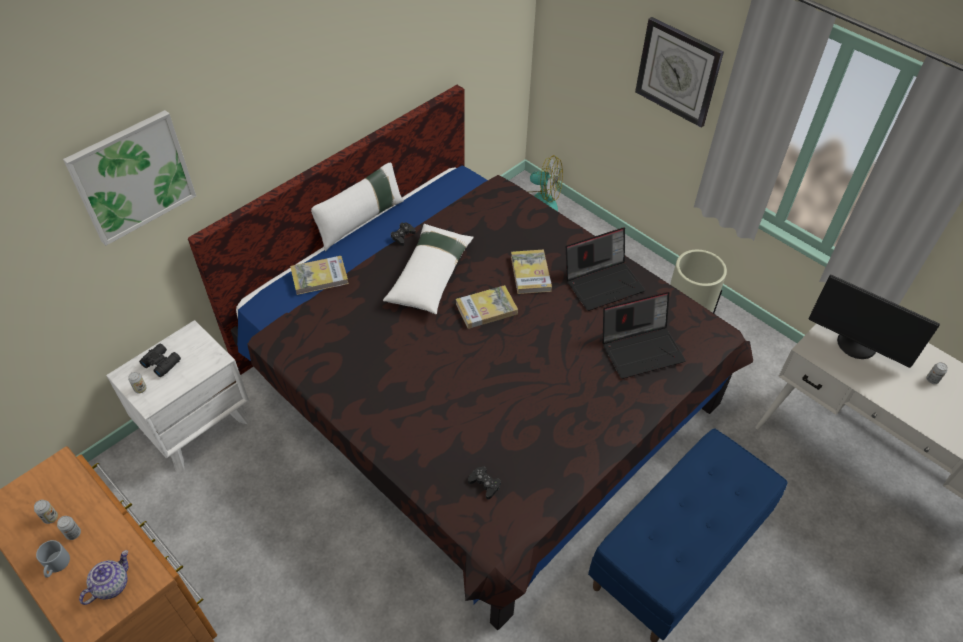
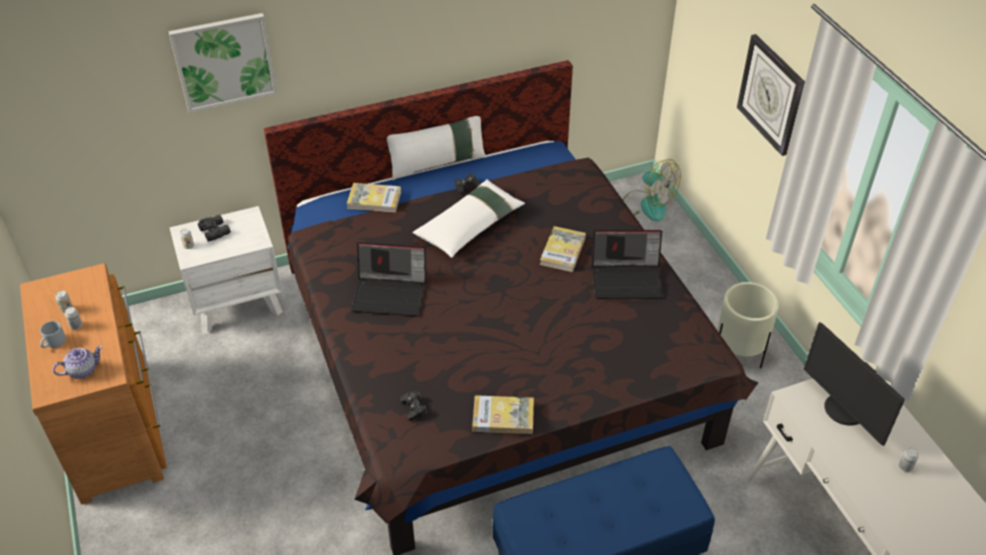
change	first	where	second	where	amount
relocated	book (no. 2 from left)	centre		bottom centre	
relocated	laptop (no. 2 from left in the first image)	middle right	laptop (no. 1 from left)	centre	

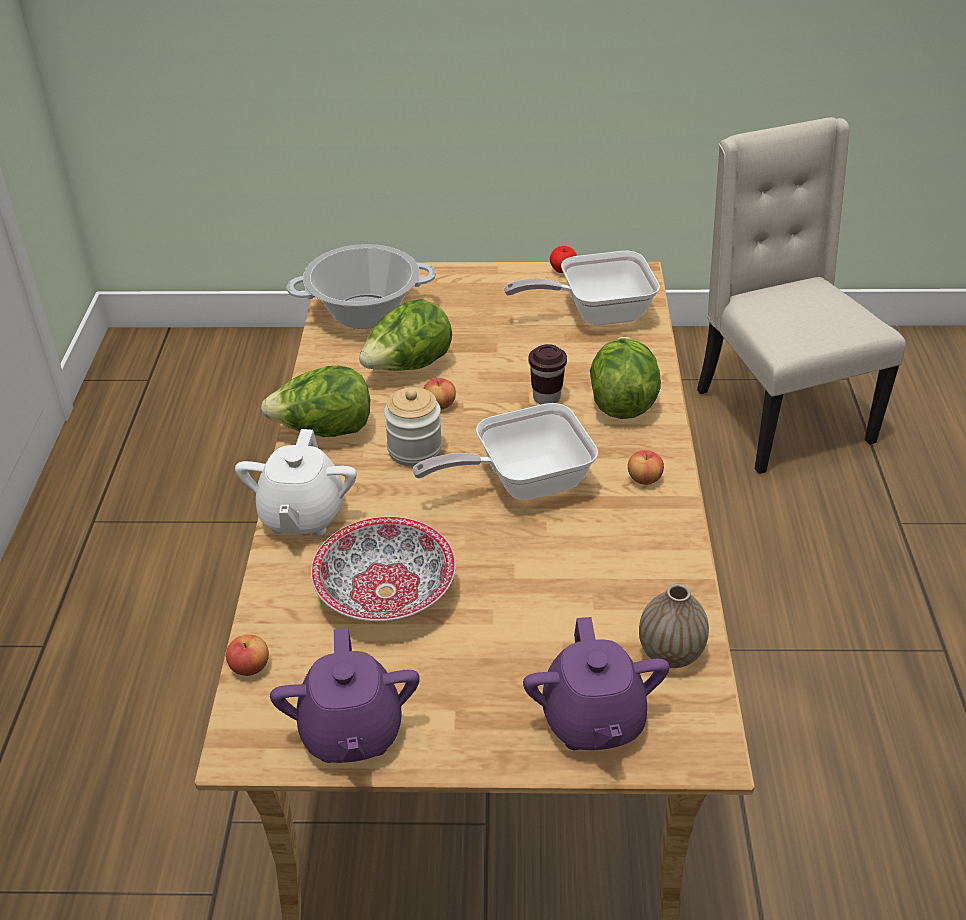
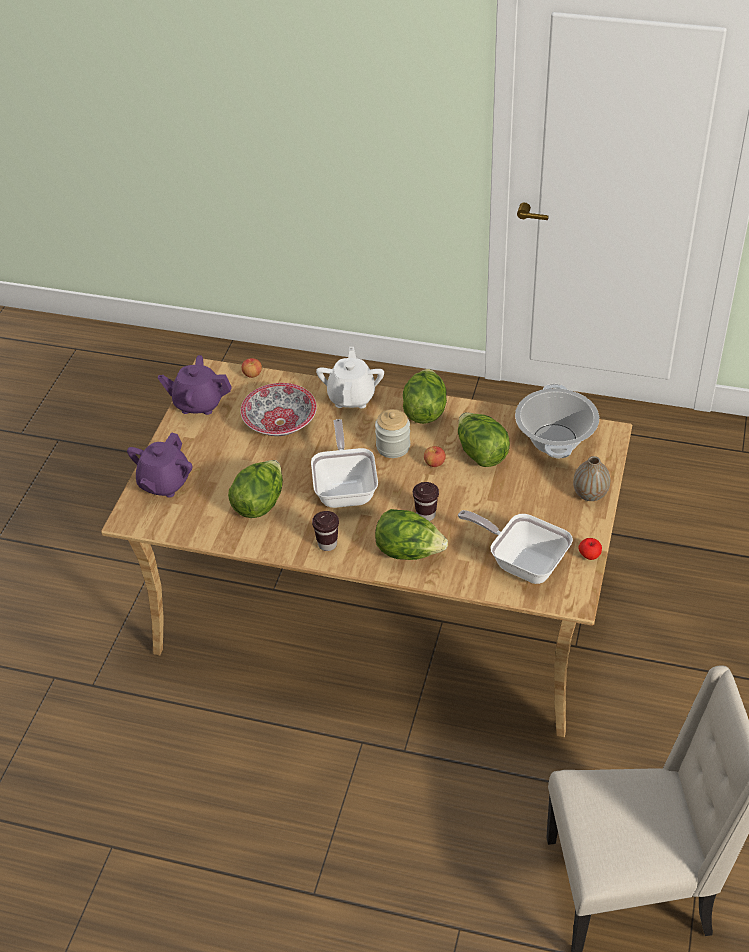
change	first	where	second	where	amount
appeared			lettuce (no. 1 from left)	centre	
relocated	vase	bottom right		middle right	
exchanged	apple (no. 4 from left)	middle right	brown cup (no. 1 from left)	centre	
spun	white teapot	middle left		centre	75 degrees clockwise
spun	frying pan (no. 2 from left)	top centre		middle right	60 degrees counterclockwise
spun	purple teapot (no. 2 from left in the first image)	bottom centre	purple teapot (no. 1 from left)	middle left	75 degrees counterclockwise

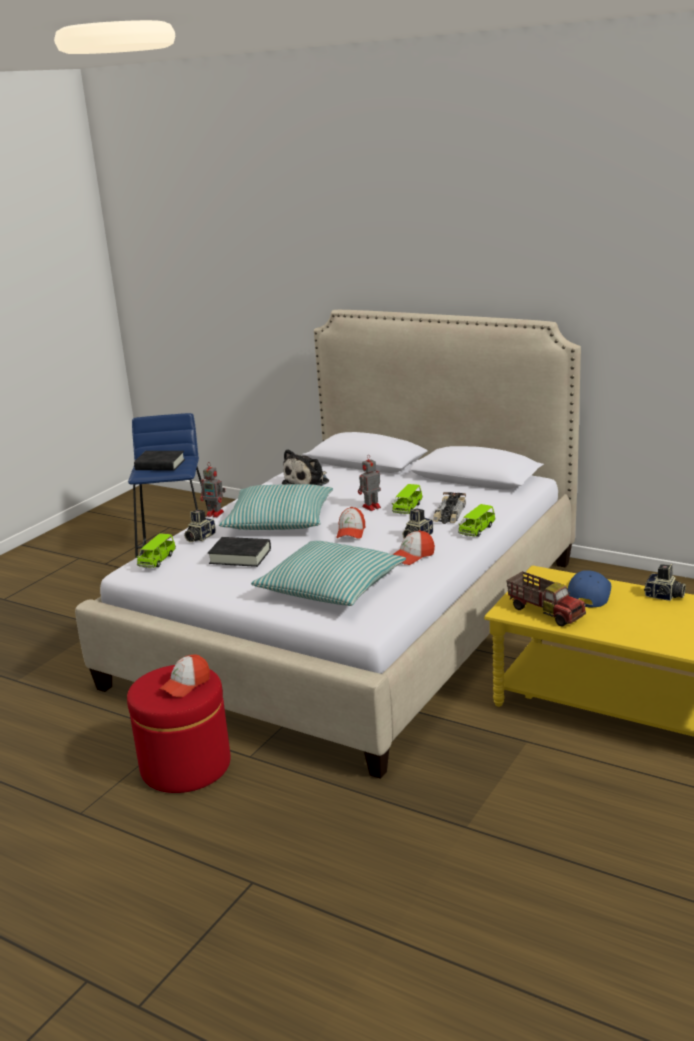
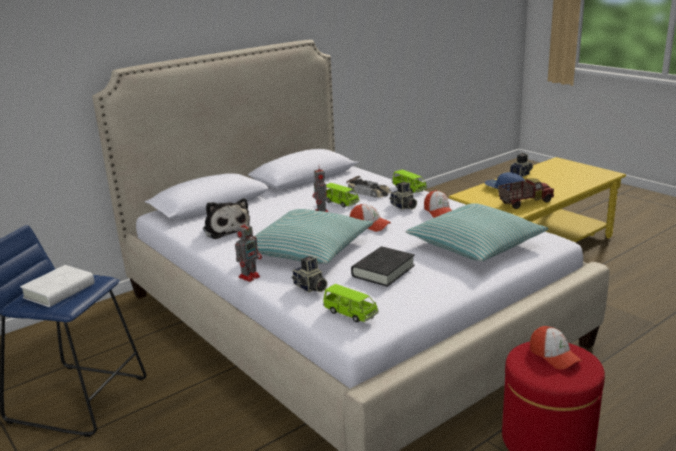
change	first	where	second	where	amount
colour	black book (no. 1 from left)	middle left	white book	middle left	

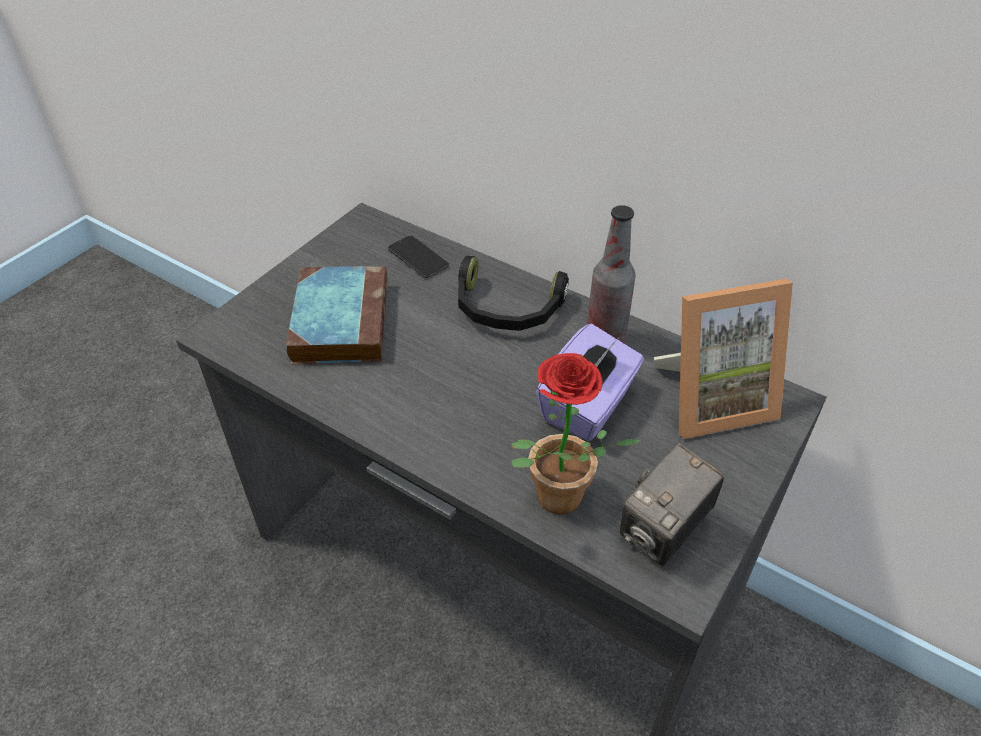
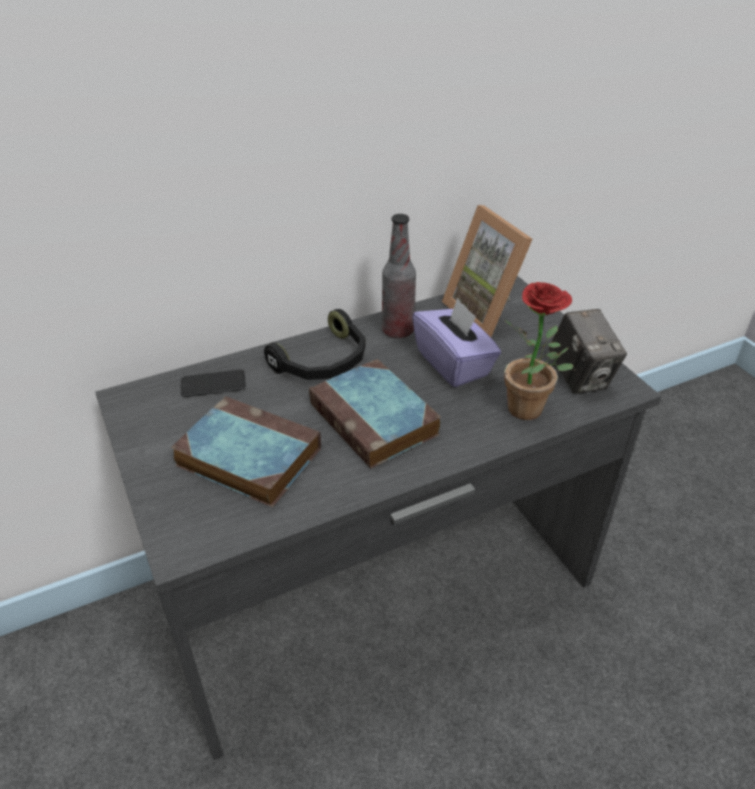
change	first	where	second	where	amount
appeared			book (no. 2 from left)	centre	
spun	picture frame	middle right		centre	135 degrees clockwise

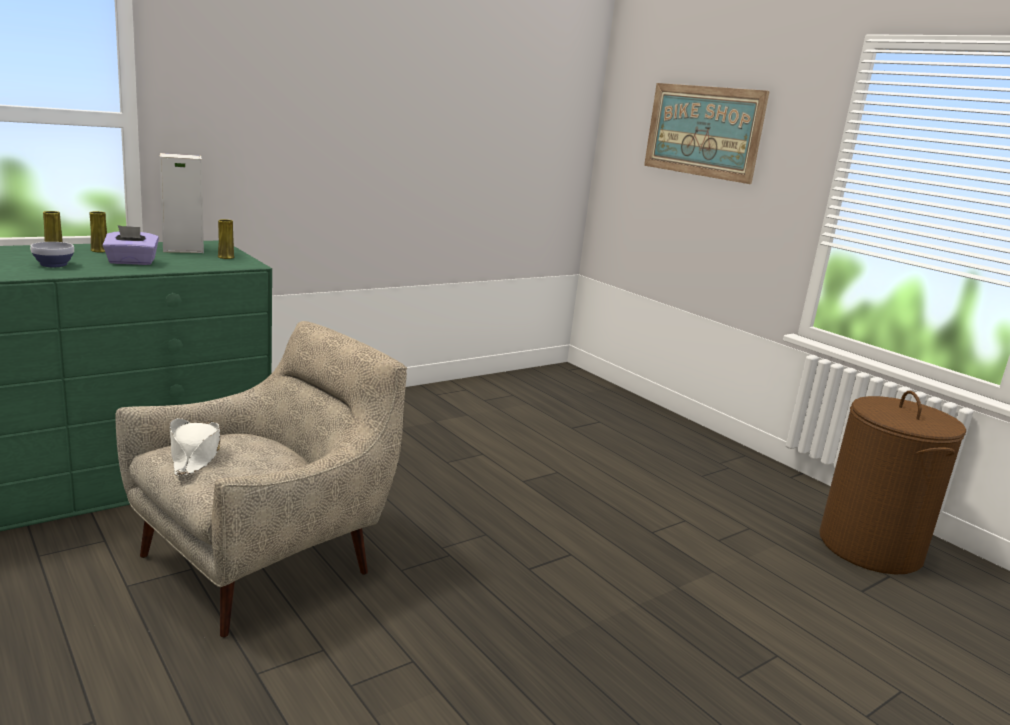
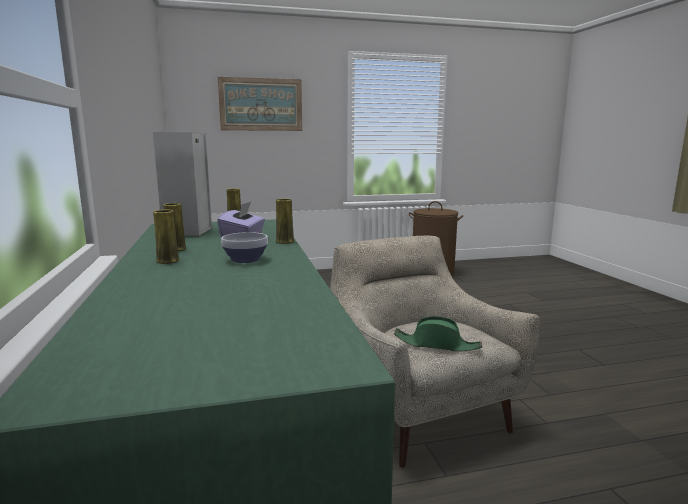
change	first	where	second	where	amount
appeared			yellow vase (no. 4 from left)	centre	
colour	white hat	middle left	green hat	centre	

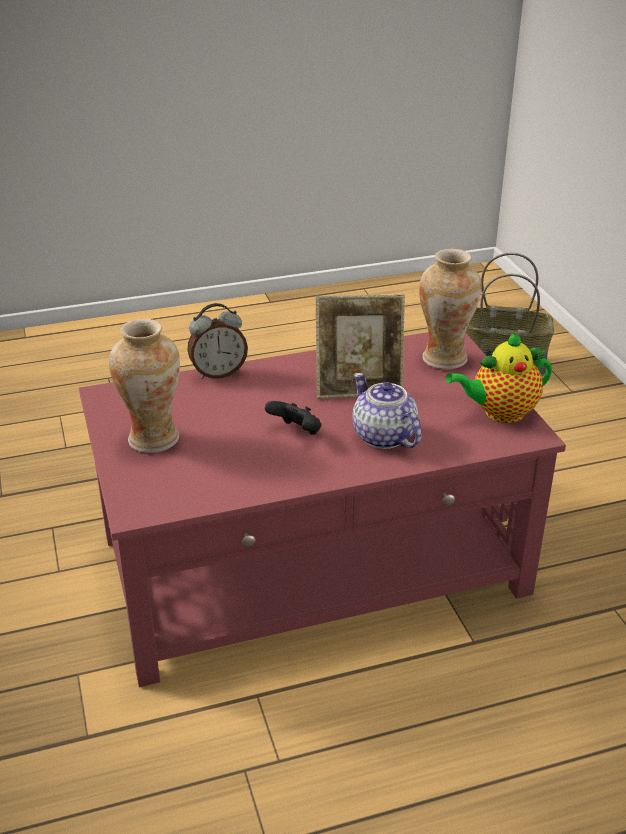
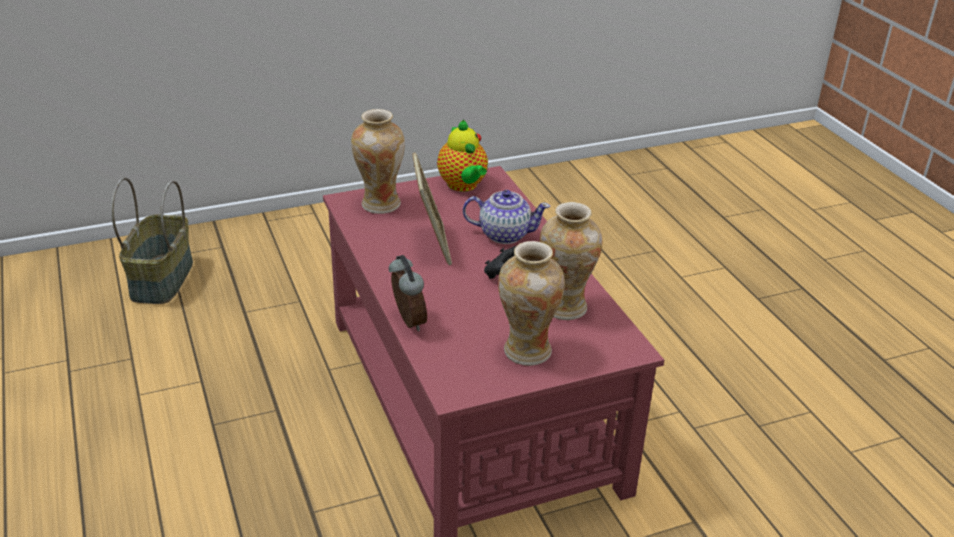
change	first	where	second	where	amount
appeared			vase (no. 3 from left)	centre	
spun	teapot (no. 1 from left in the first image)	centre	teapot (no. 2 from left)	centre	135 degrees counterclockwise

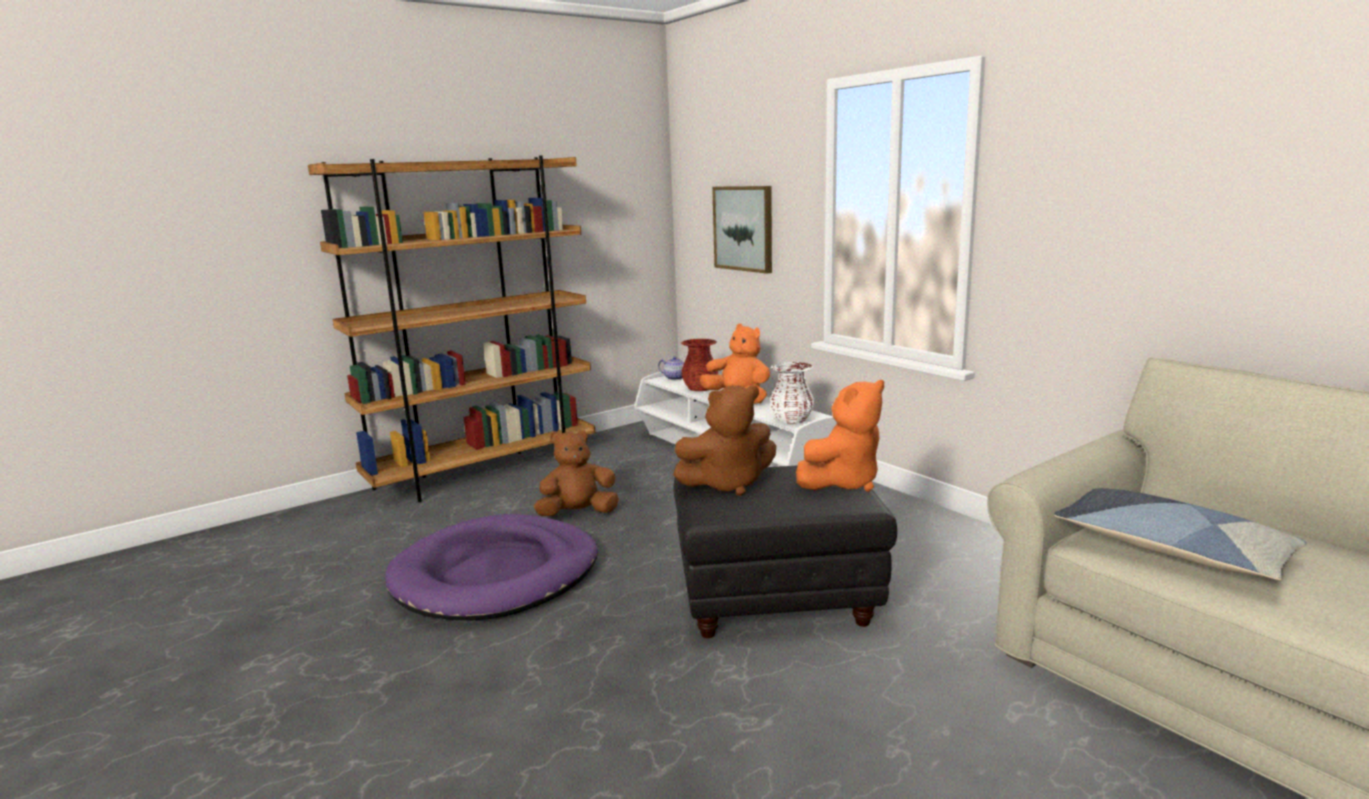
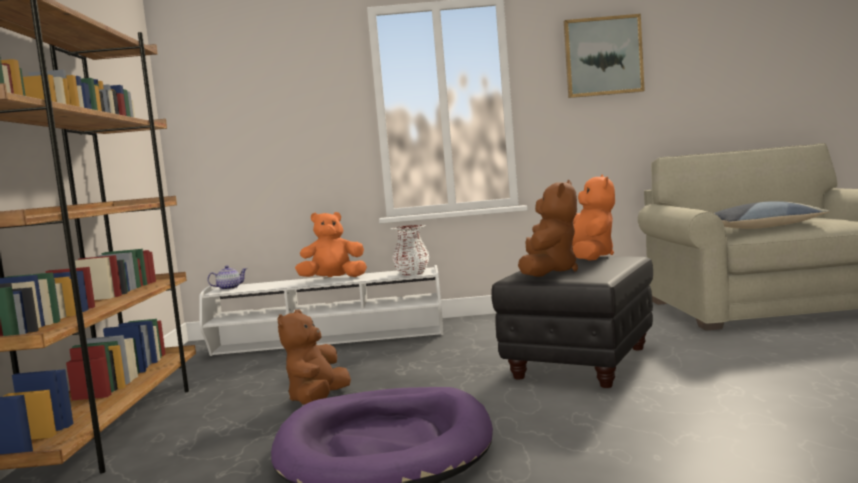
change	first	where	second	where	amount
missing	red vase	centre			
relocated	picture	top centre		top right	

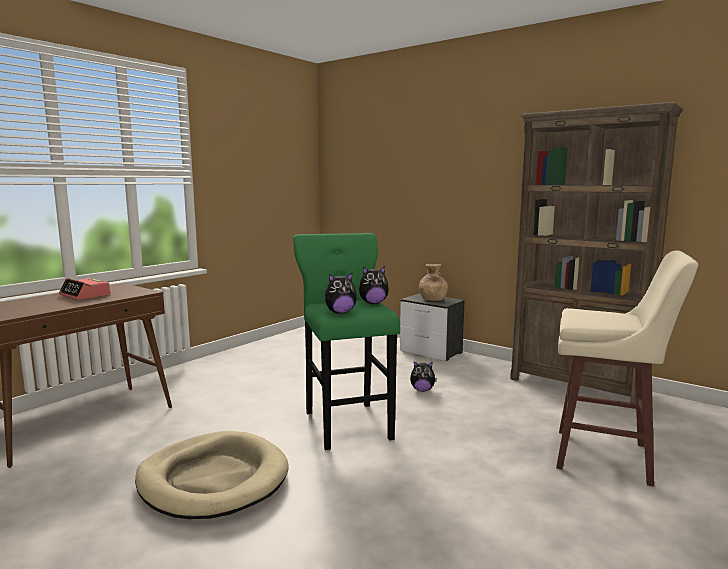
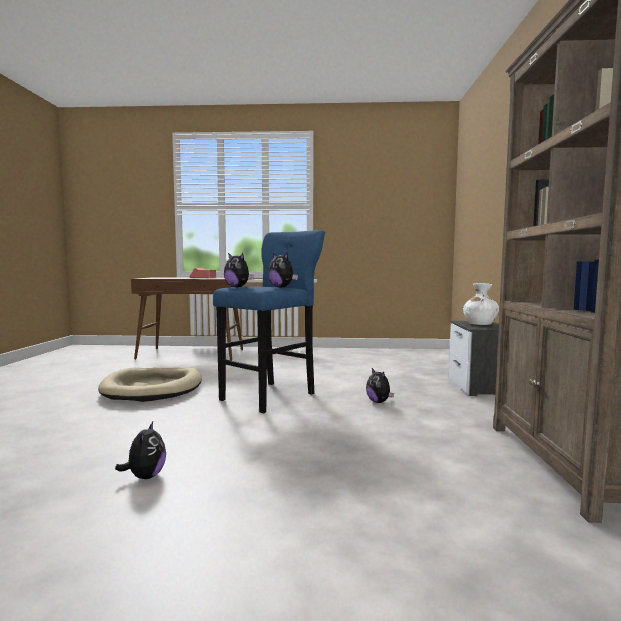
change	first	where	second	where	amount
missing	beige stool	middle right			
appeared			plush toy (no. 1 from left)	bottom left	
colour	green stool	centre	blue stool	centre	
colour	brown vase	centre	white vase	middle right	

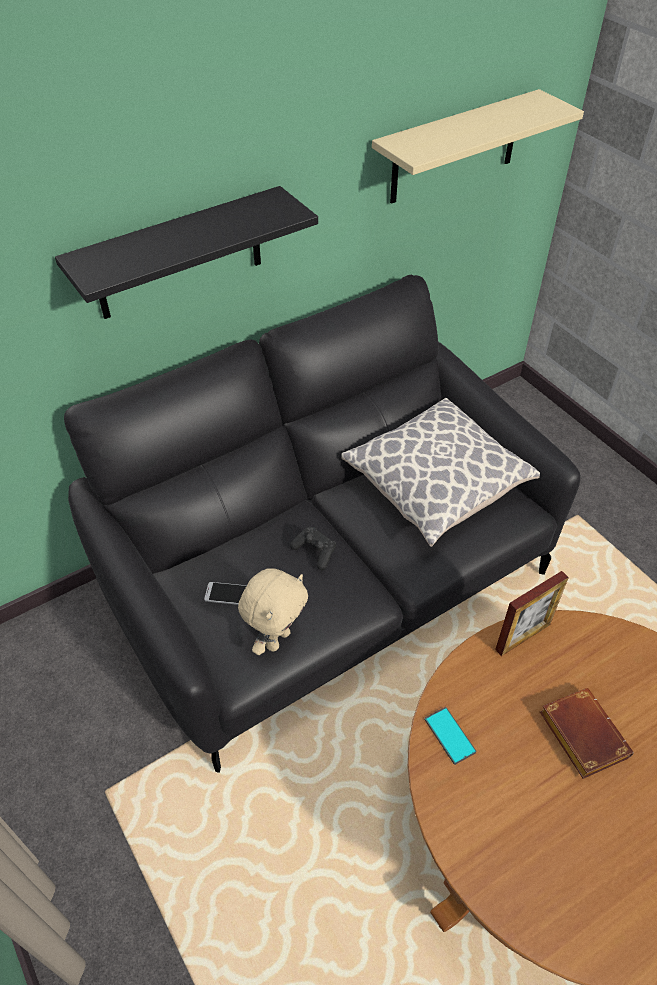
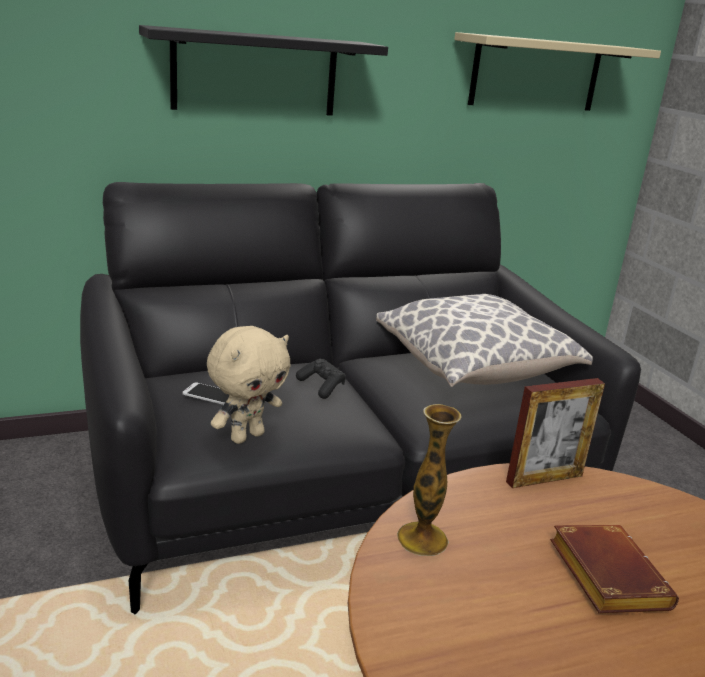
change	first	where	second	where	amount
exchanged	phone (no. 2 from left)	bottom right	vase	bottom centre	

